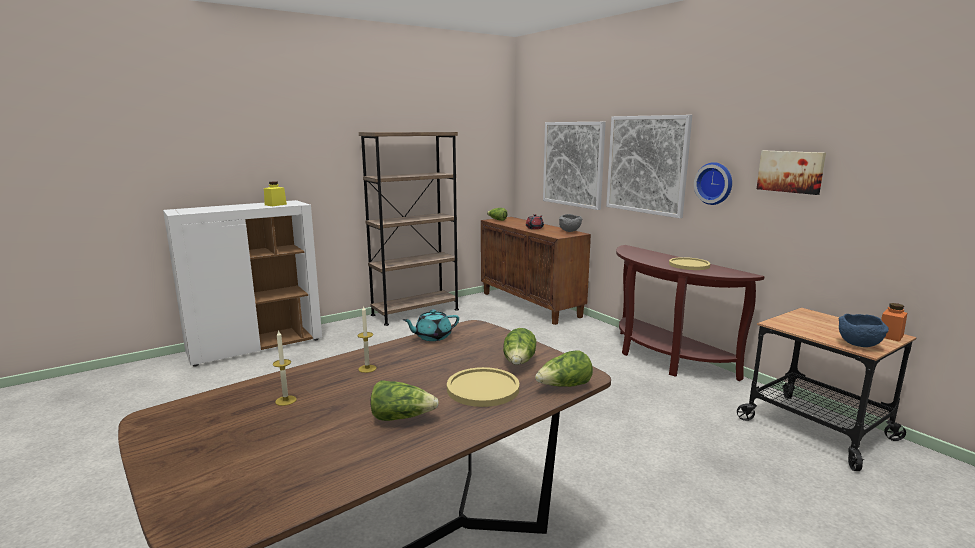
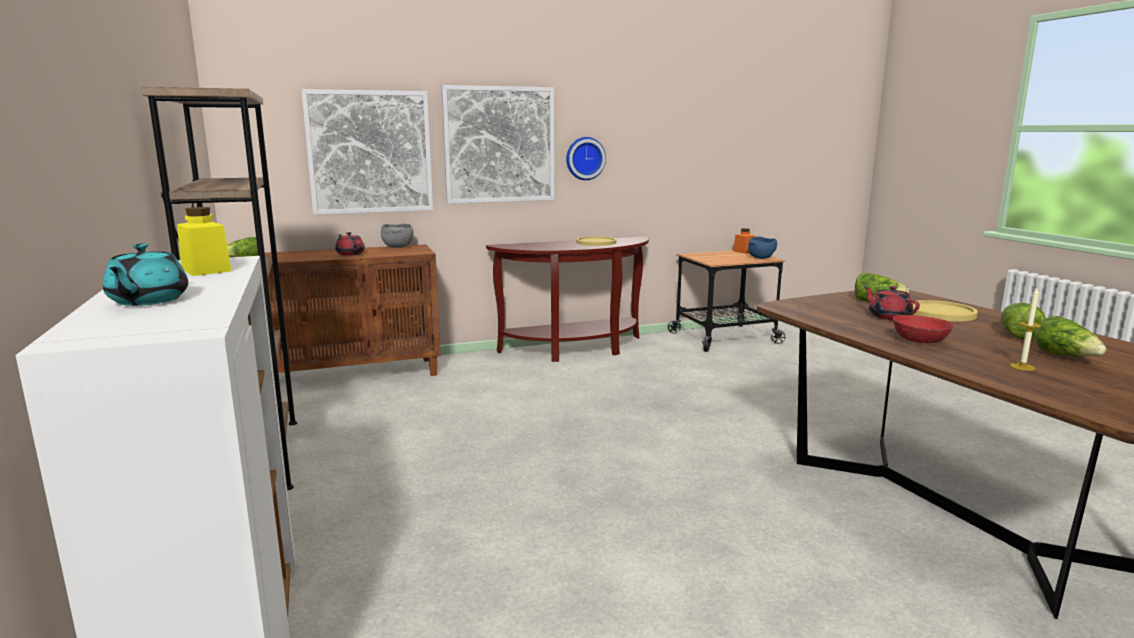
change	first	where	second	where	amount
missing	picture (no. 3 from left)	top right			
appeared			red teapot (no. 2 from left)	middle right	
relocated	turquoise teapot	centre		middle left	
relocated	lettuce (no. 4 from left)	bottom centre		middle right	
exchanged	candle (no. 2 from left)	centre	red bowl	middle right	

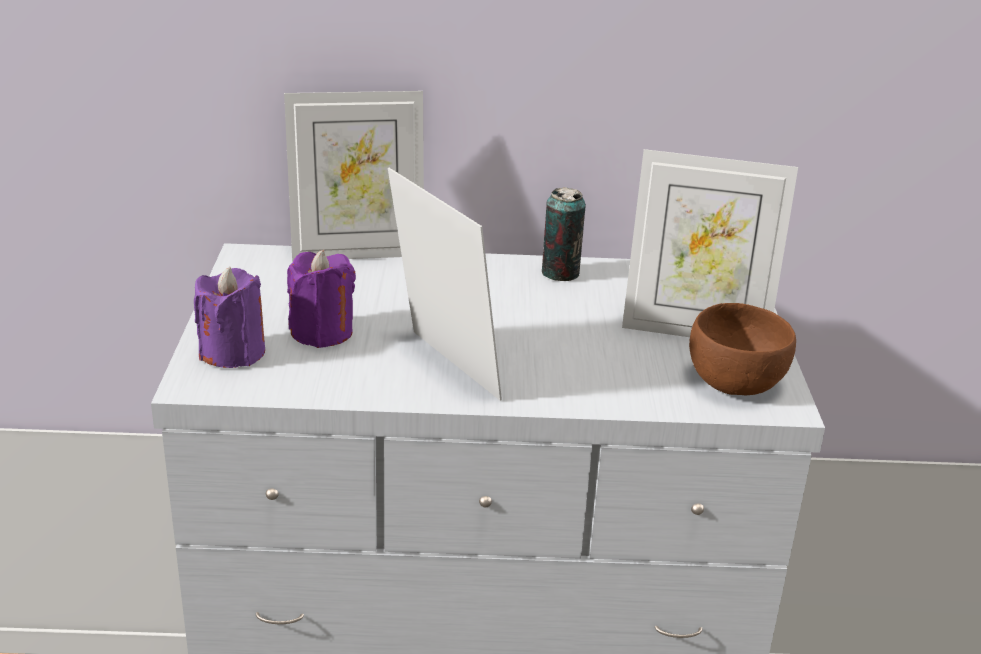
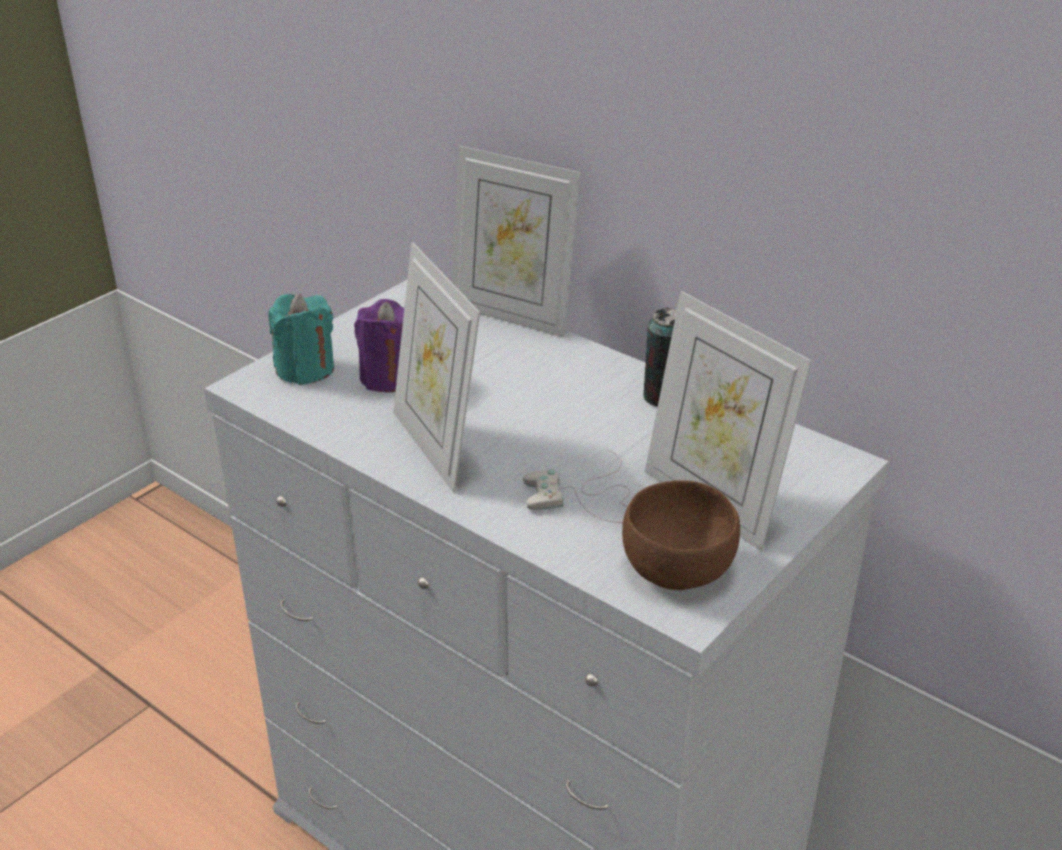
change	first	where	second	where	amount
appeared			white game controller	centre	
colour	purple candle (no. 1 from left)	middle left	turquoise candle	middle left	
spun	picture frame (no. 2 from left in the first image)	centre	picture frame (no. 1 from left)	centre	150 degrees clockwise

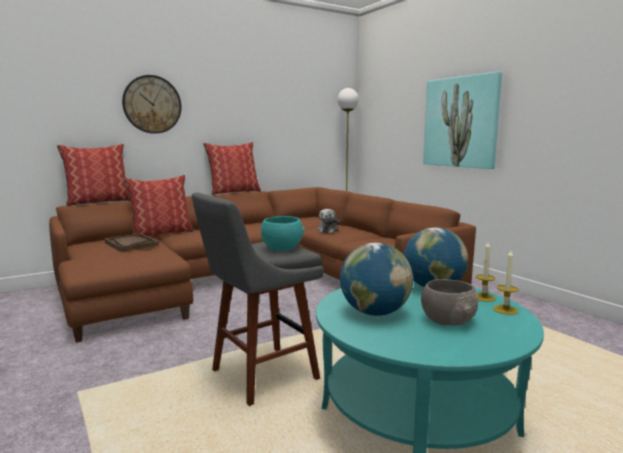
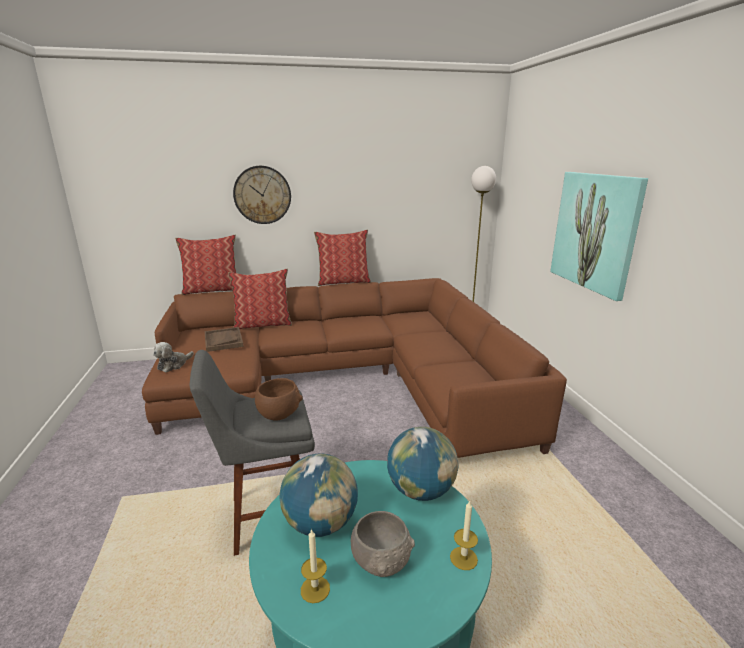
change	first	where	second	where	amount
relocated	plush toy	centre		middle left	
relocated	candle (no. 1 from left)	middle right		bottom centre	
colour	turquoise bowl	centre	brown bowl	centre	

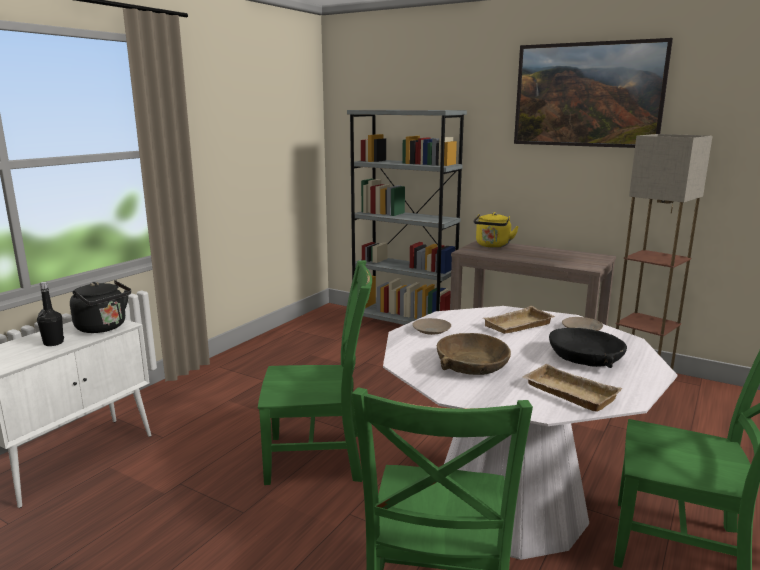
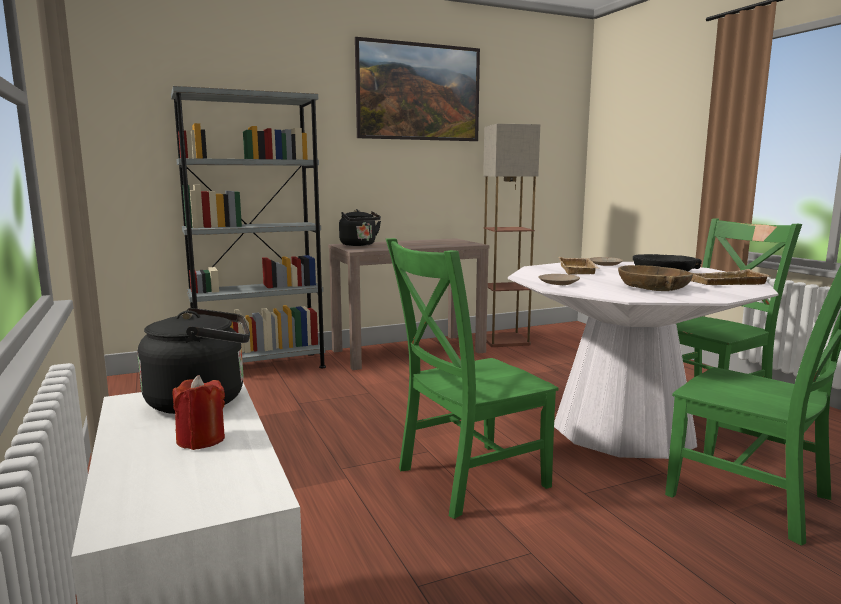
change	first	where	second	where	amount
exchanged	black bottle	middle left	red candle	bottom left	
colour	yellow kettle	centre	black kettle (no. 2 from left)	centre	
spun	green chair (no. 1 from left)	centre		centre	150 degrees counterclockwise

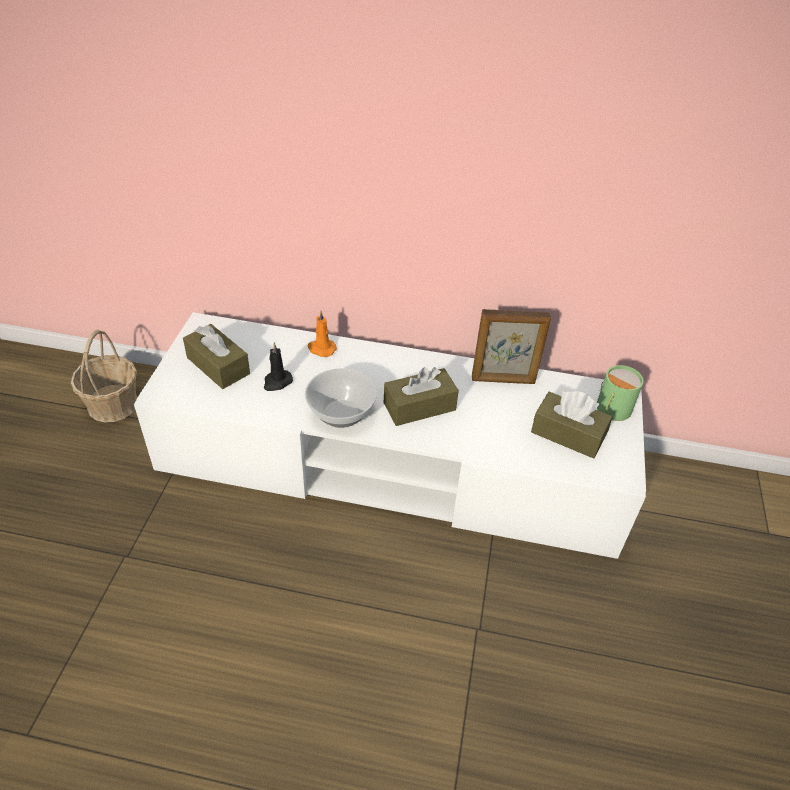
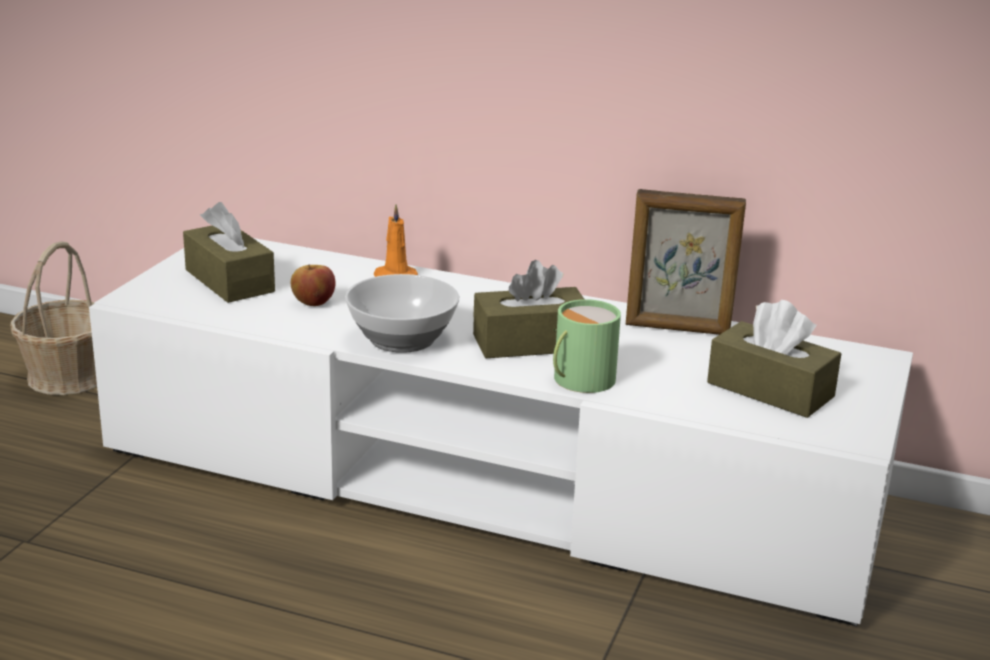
change	first	where	second	where	amount
relocated	green mug	middle right		centre	
exchanged	black candle	centre	apple	middle left	

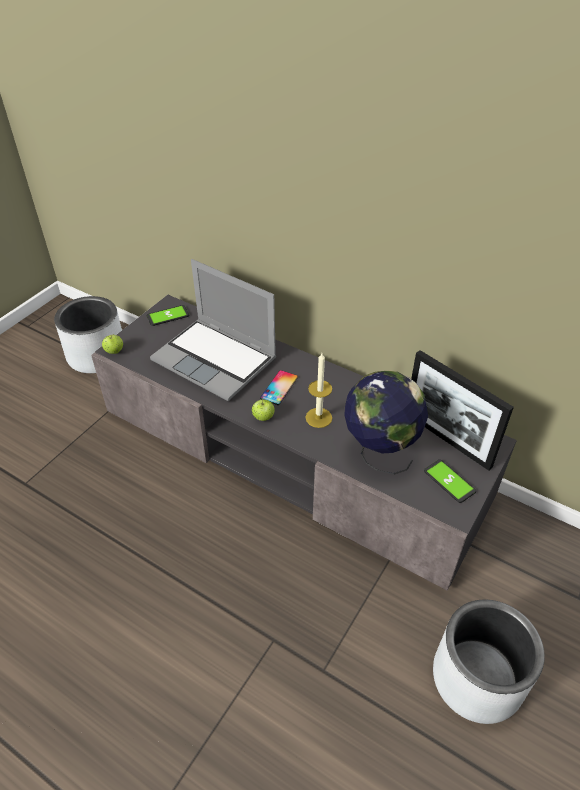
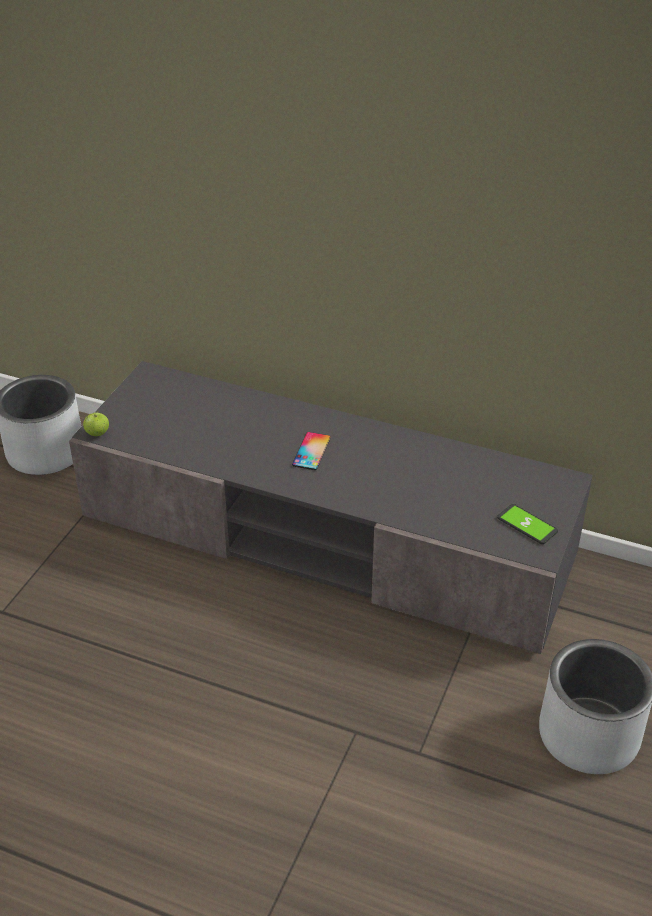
change	first	where	second	where	amount
missing	phone (no. 1 from left)	middle left			
missing	laptop	centre			
missing	apple (no. 2 from left)	centre			
missing	candle	centre			
missing	globe	centre			
missing	picture frame	middle right			

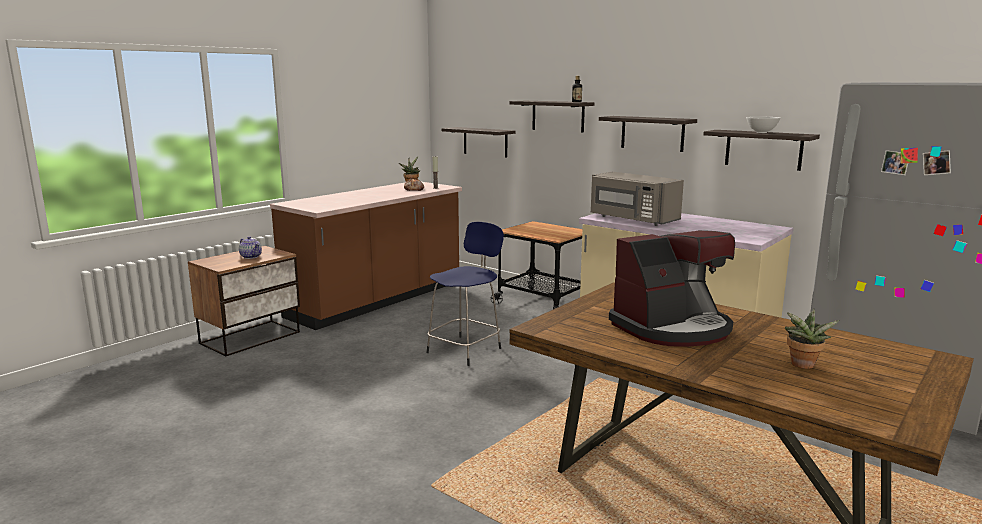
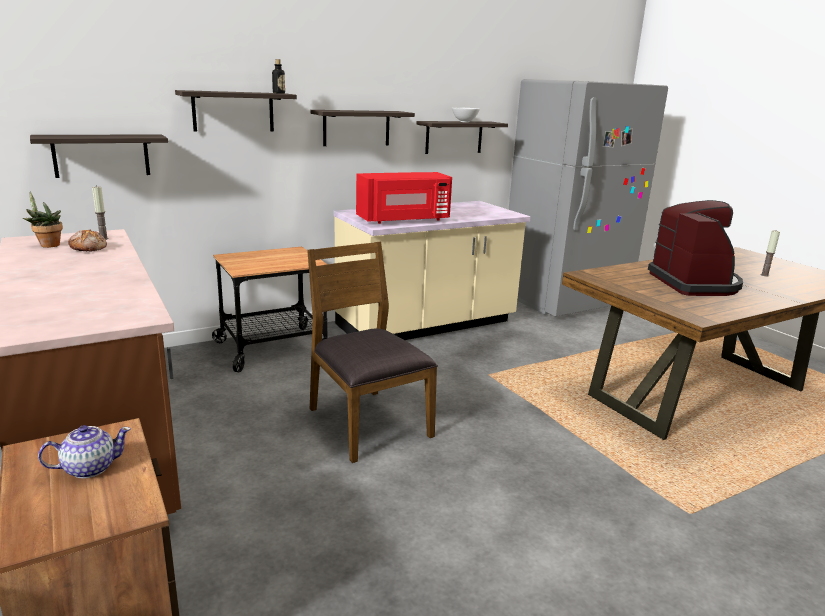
change	first	where	second	where	amount
exchanged	blue stool	centre	brown chair	centre	
exchanged	potted plant (no. 2 from left)	middle right	candle (no. 2 from left)	middle right	
colour	grey microwave	centre	red microwave	top centre	

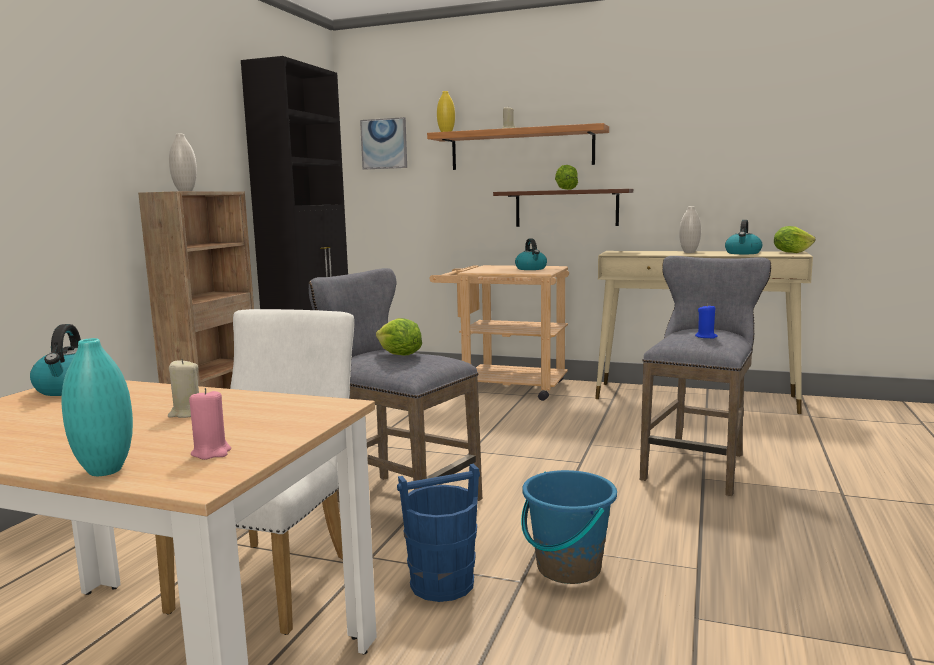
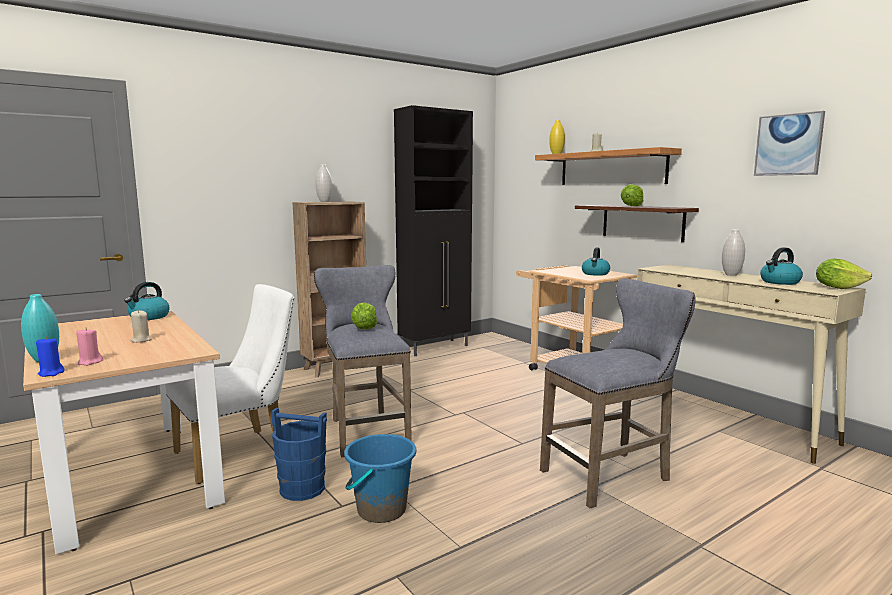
change	first	where	second	where	amount
relocated	picture	top centre		top right	
relocated	blue candle	middle right		middle left	

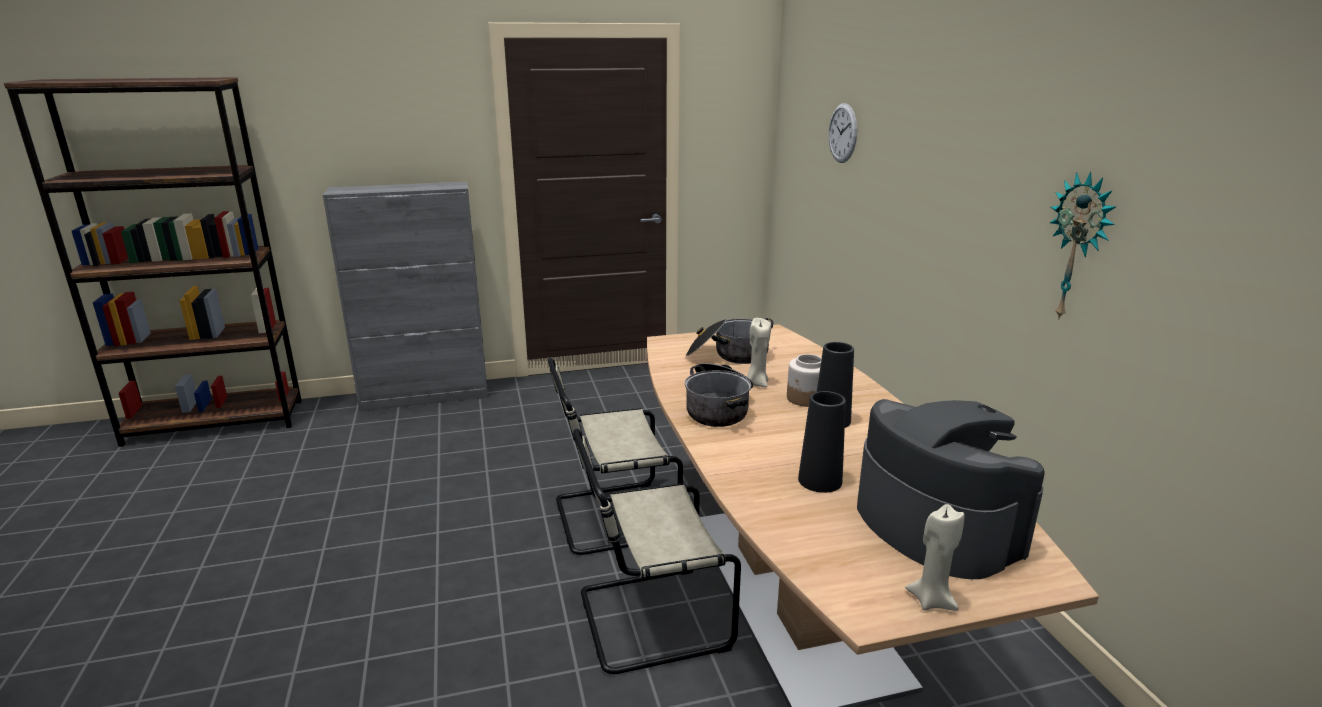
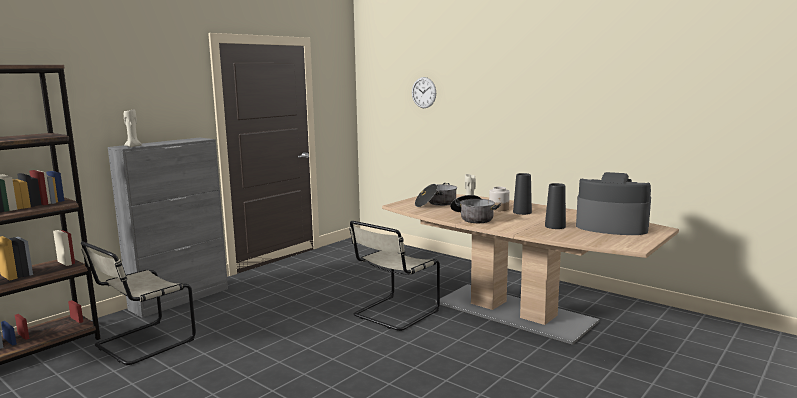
change	first	where	second	where	amount
missing	wall clock (no. 2 from left)	middle right			
relocated	beige chair (no. 2 from left in the first image)	bottom centre	beige chair (no. 1 from left)	bottom left	
relocated	beige candle (no. 2 from left in the first image)	bottom right	beige candle (no. 1 from left)	top left	

